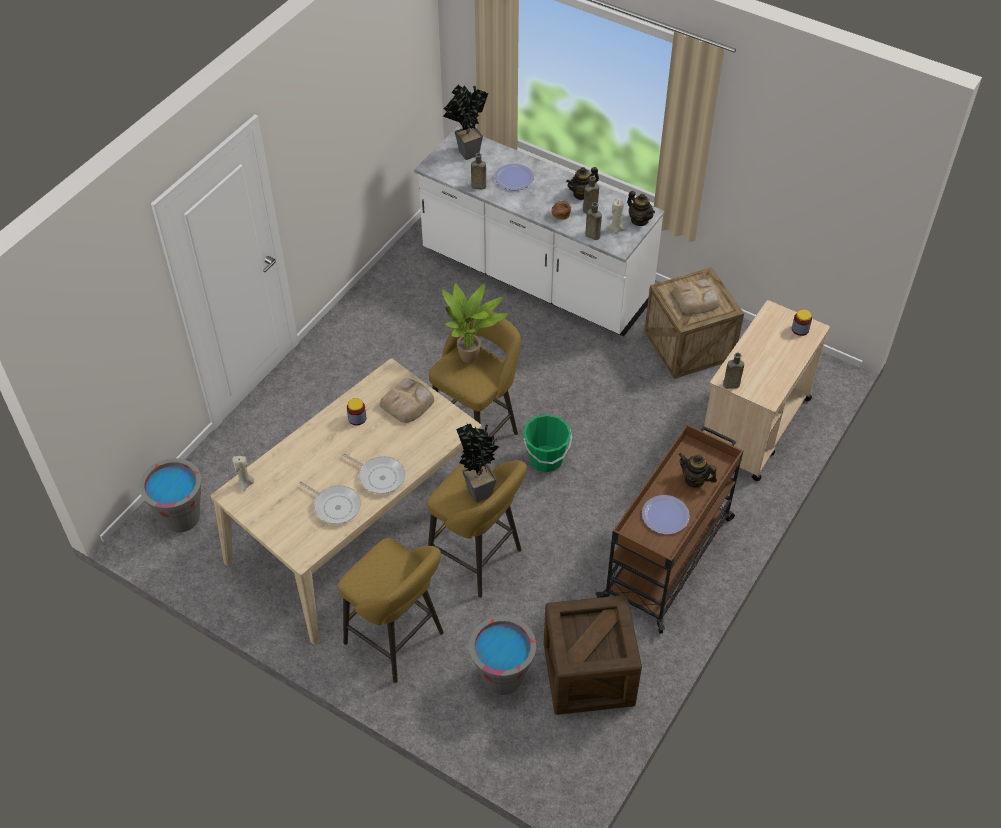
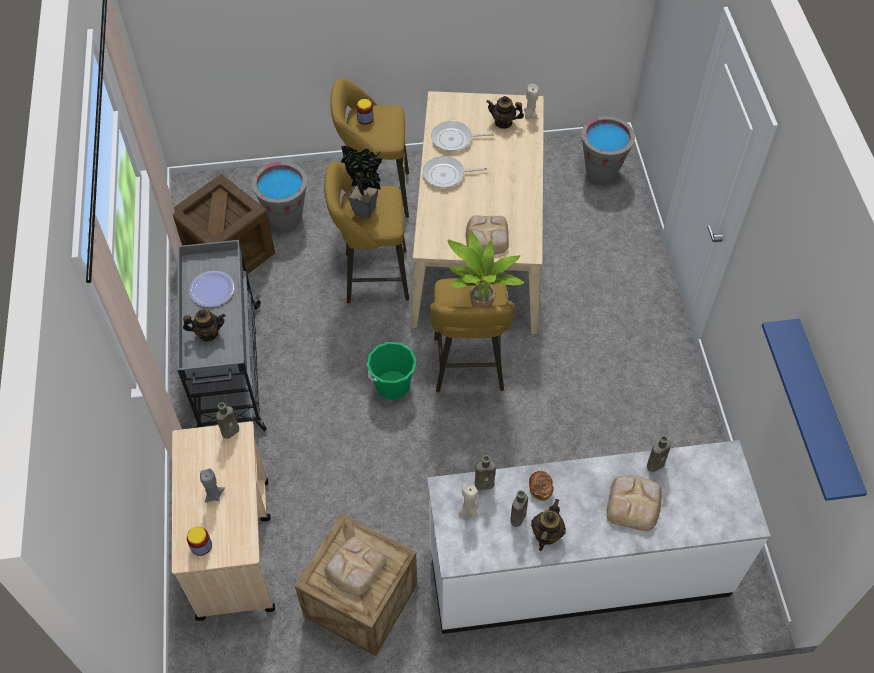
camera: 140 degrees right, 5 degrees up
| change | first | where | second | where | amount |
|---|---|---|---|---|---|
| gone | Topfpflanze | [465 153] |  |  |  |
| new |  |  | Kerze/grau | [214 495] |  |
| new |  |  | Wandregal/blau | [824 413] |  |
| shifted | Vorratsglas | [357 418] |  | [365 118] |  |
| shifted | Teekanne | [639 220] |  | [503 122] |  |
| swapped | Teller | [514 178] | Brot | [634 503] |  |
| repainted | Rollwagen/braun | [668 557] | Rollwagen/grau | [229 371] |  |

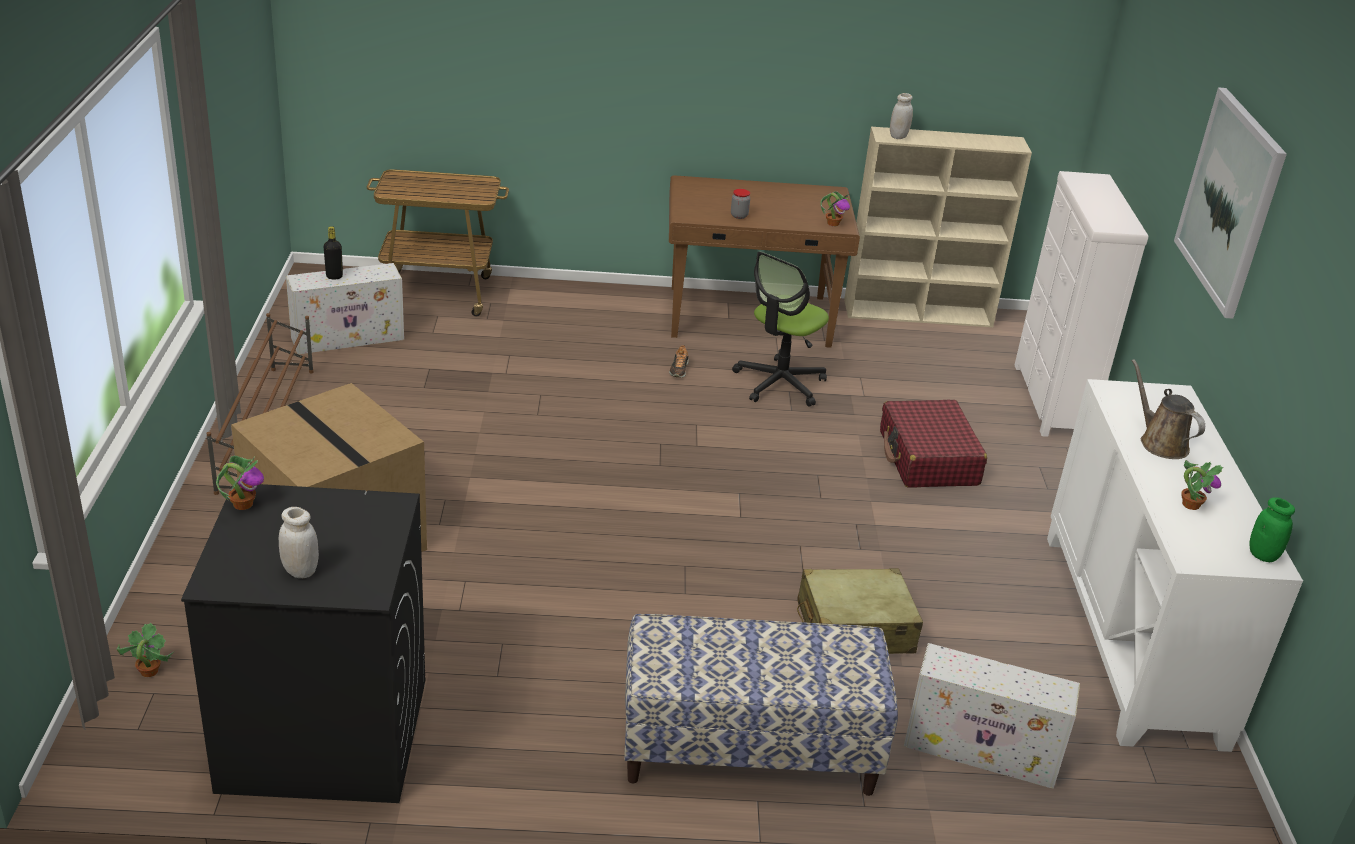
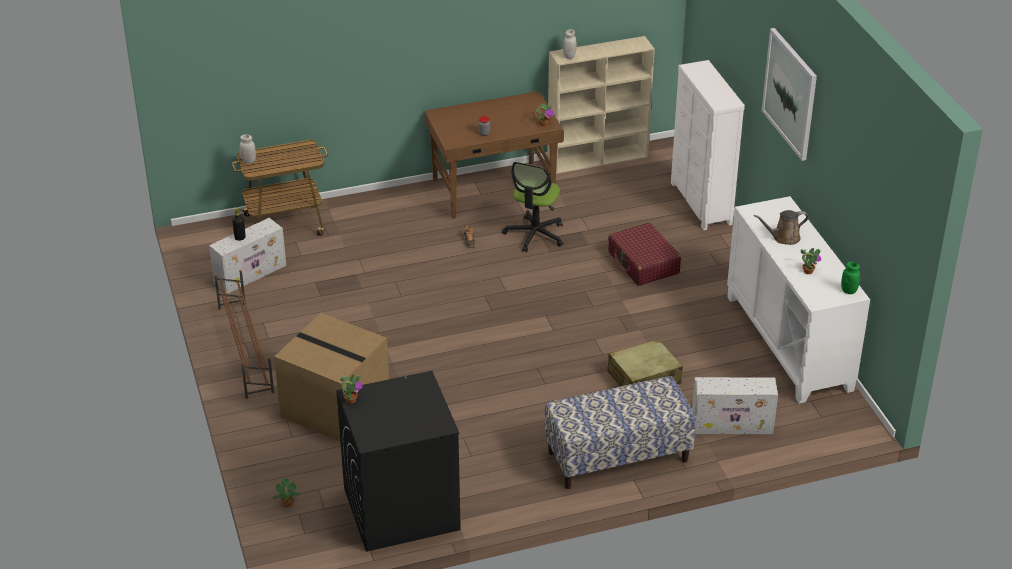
camera: 15 degrees left, 5 degrees up
| change | first | where | second | where | amount |
|---|---|---|---|---|---|
| shifted | Vorratsglas/weiß | [300 571] |  | [248 161] |  |
| rotated | Gießkanne/braun | [1160 442] |  | [783 238] | 60 degrees counterclockwise |

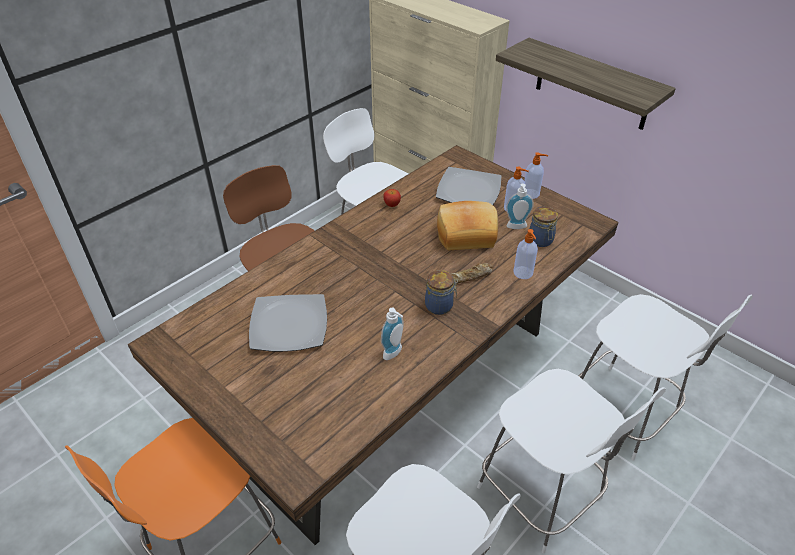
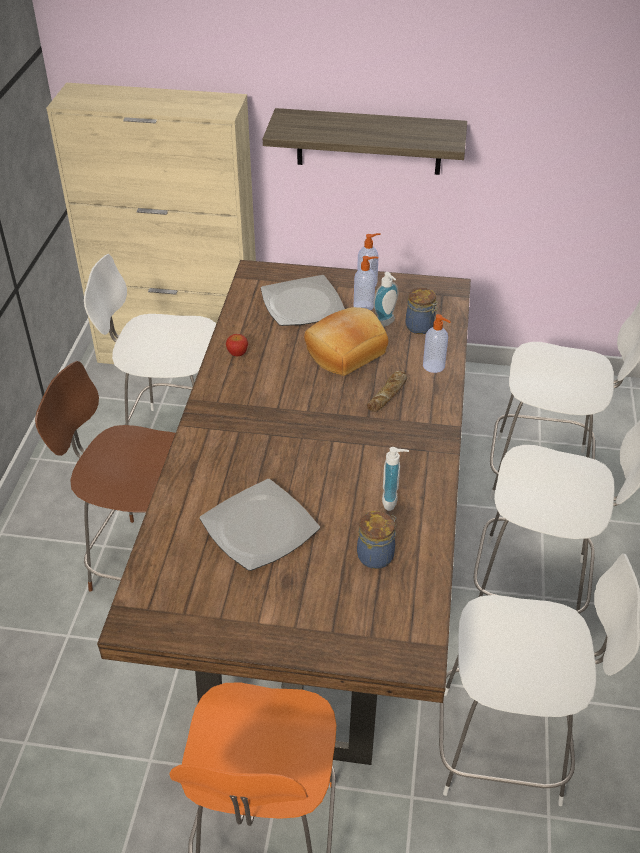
camera: 35 degrees left, 0 degrees up
| change | first | where | second | where | amount |
|---|---|---|---|---|---|
| shifted | Vorratsglas | [440 306] |  | [377 555] |  |

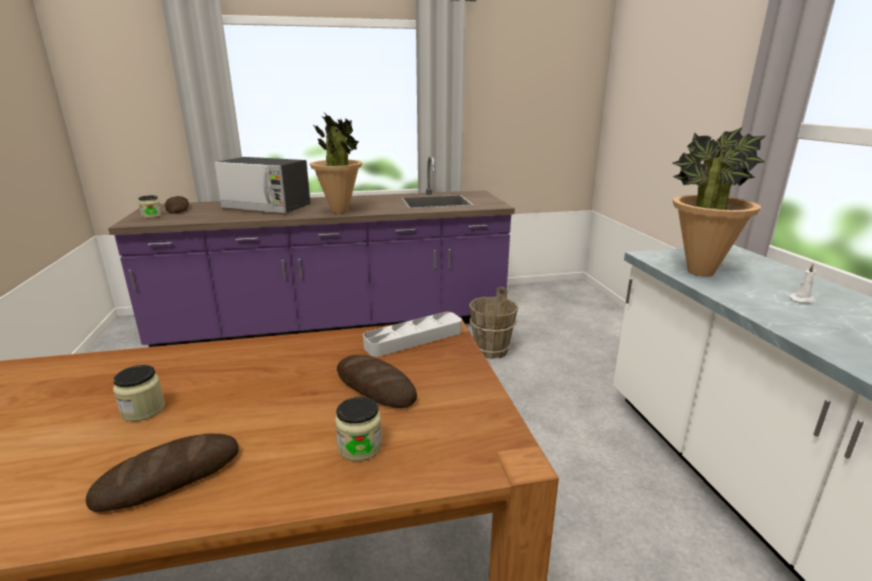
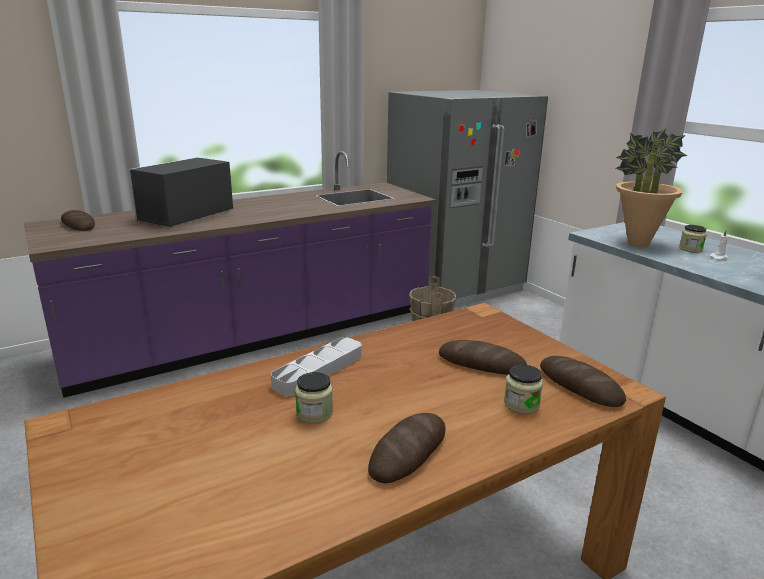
camera: 20 degrees left, 0 degrees up
| change | first | where | second | where | amount |
|---|---|---|---|---|---|
| gone | Topfpflanze | [340 211] |  |  |  |
| new |  |  | Kühlschrank/grau | [454 287] |  |
| new |  |  | Brot | [579 386] |  |
| shifted | Vorratsglas | [152 216] |  | [690 249] |  |
| shifted | Tablett/grau | [414 339] |  | [318 370] |  |
| rotated | Mikrowelle | [267 207] |  | [185 216] | 120 degrees clockwise |

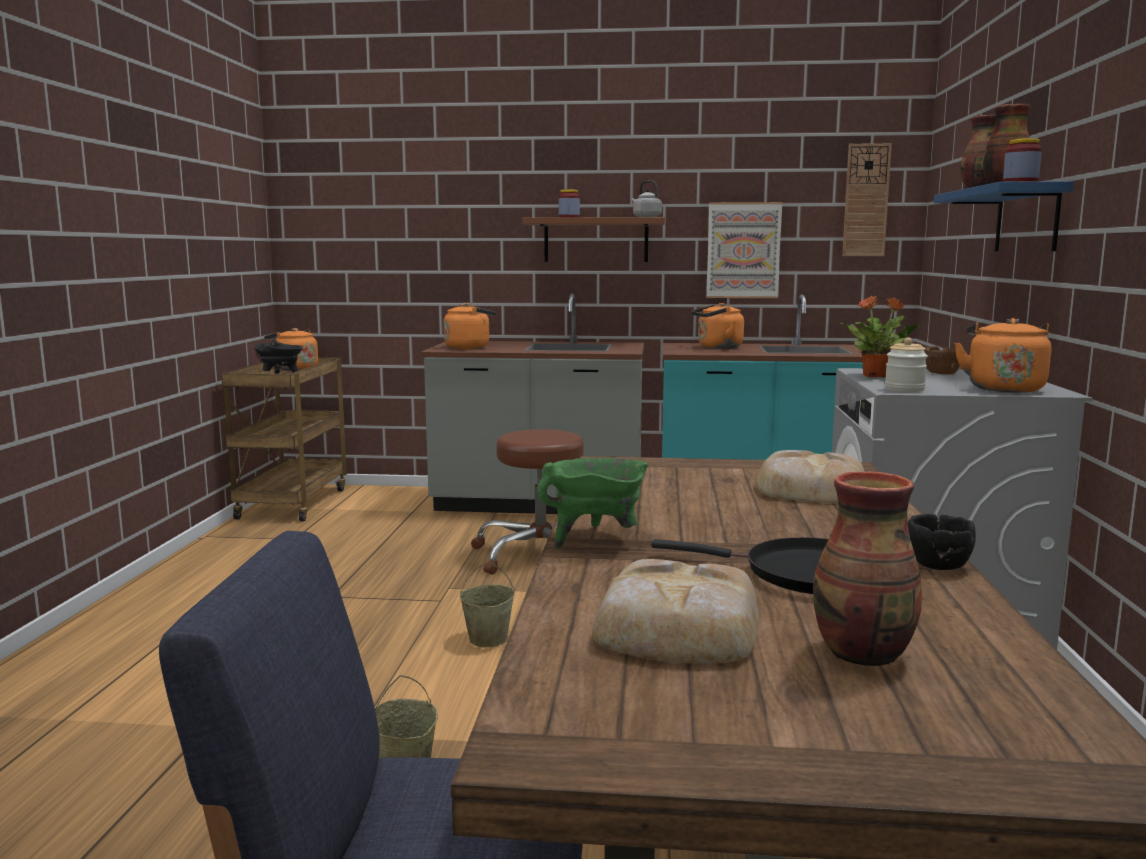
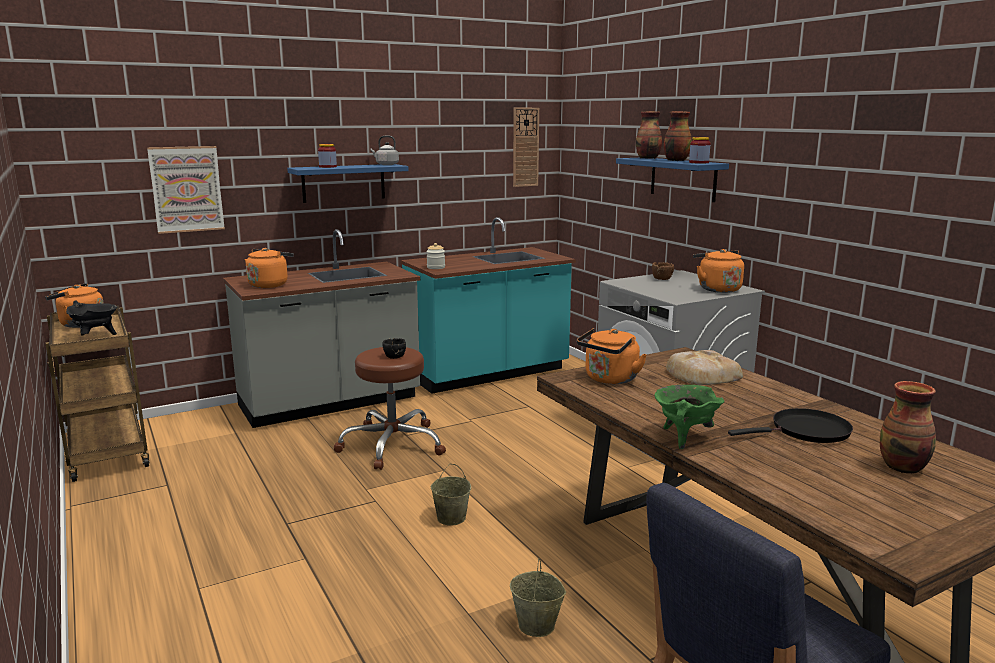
camera: 35 degrees left, 5 degrees up
| change | first | where | second | where | amount |
|---|---|---|---|---|---|
| gone | Brot | [675 628] |  |  |  |
| gone | Topfpflanze | [876 376] |  |  |  |
| shifted | Wasserkessel/orange | [717 347] |  | [609 379] |  |
| shifted | Bild | [743 250] |  | [186 189] |  |
| shifted | Vorratsglas | [904 389] |  | [436 267] |  |
| shifted | Schüssel/schwarz | [937 564] |  | [394 356] |  |
| repainted | Wandregal/braun | [596 240] | Wandregal/blau | [343 183] |  |

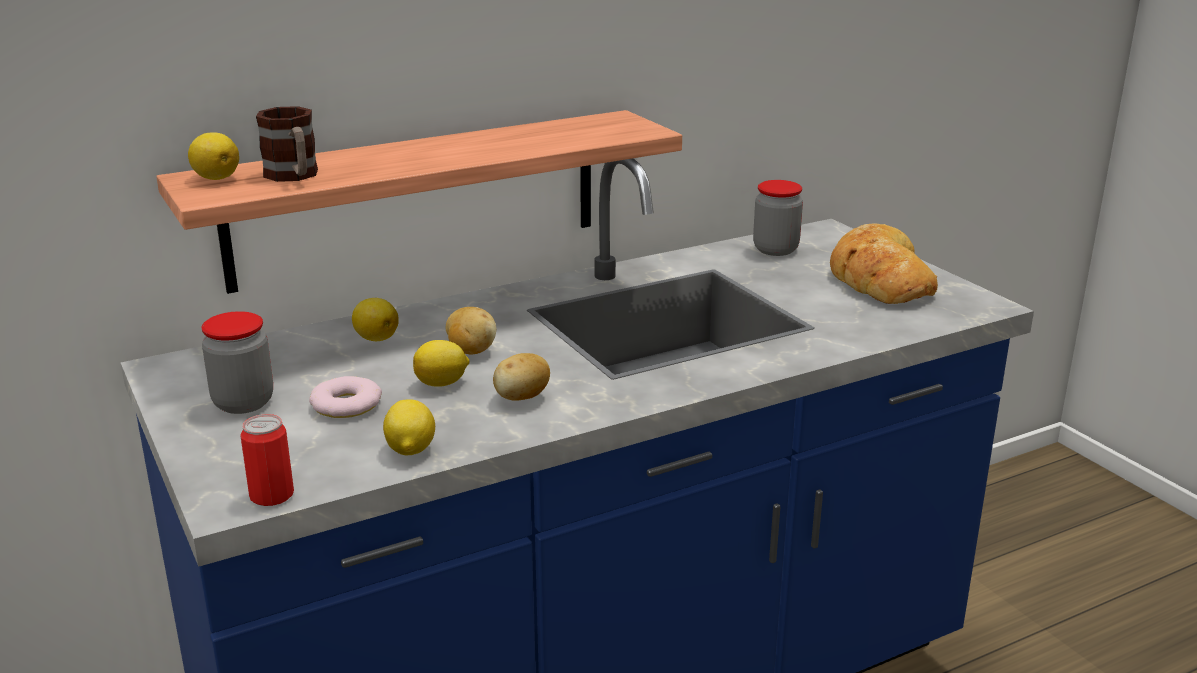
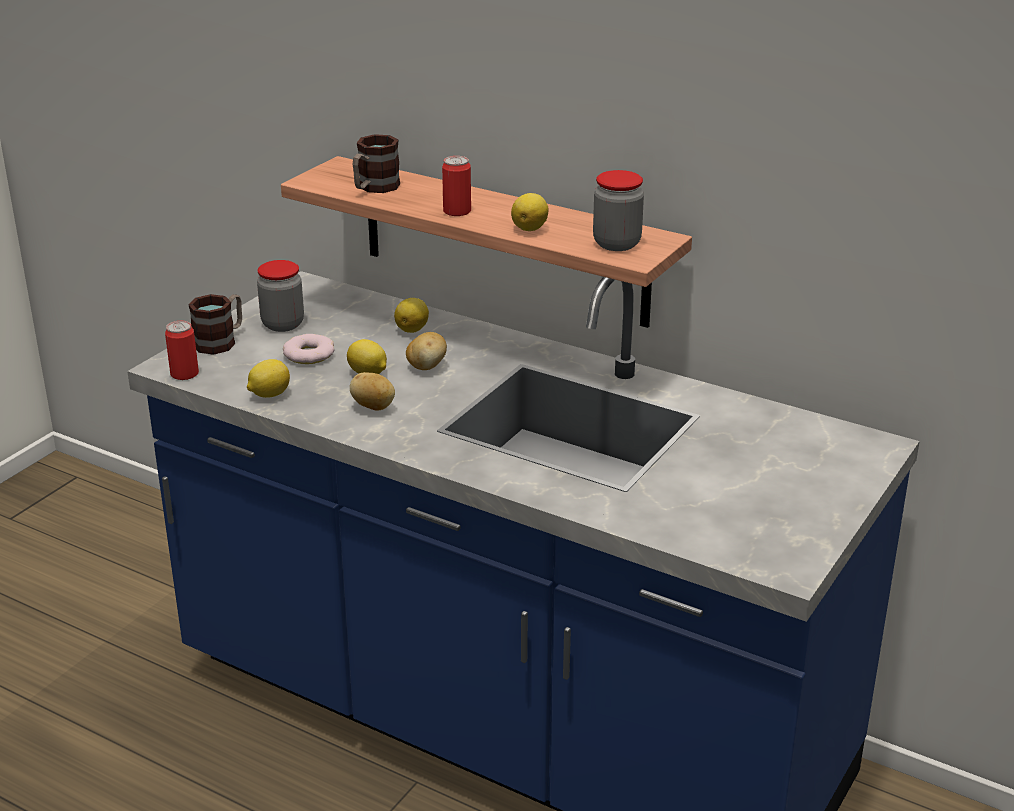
camera: 60 degrees right, 5 degrees up
| change | first | where | second | where | amount |
|---|---|---|---|---|---|
| gone | Brot | [878 278] |  |  |  |
| new |  |  | Henkelbecher | [221 341] |  |
| new |  |  | Dose | [457 211] |  |
| shifted | Zitrone | [216 178] |  | [530 228] |  |
| shifted | Vorratsglas | [775 249] |  | [616 244] |  |

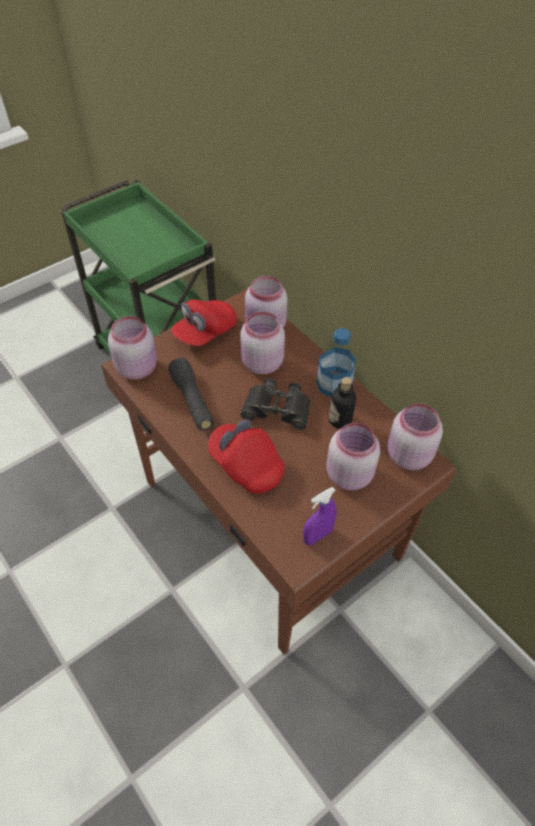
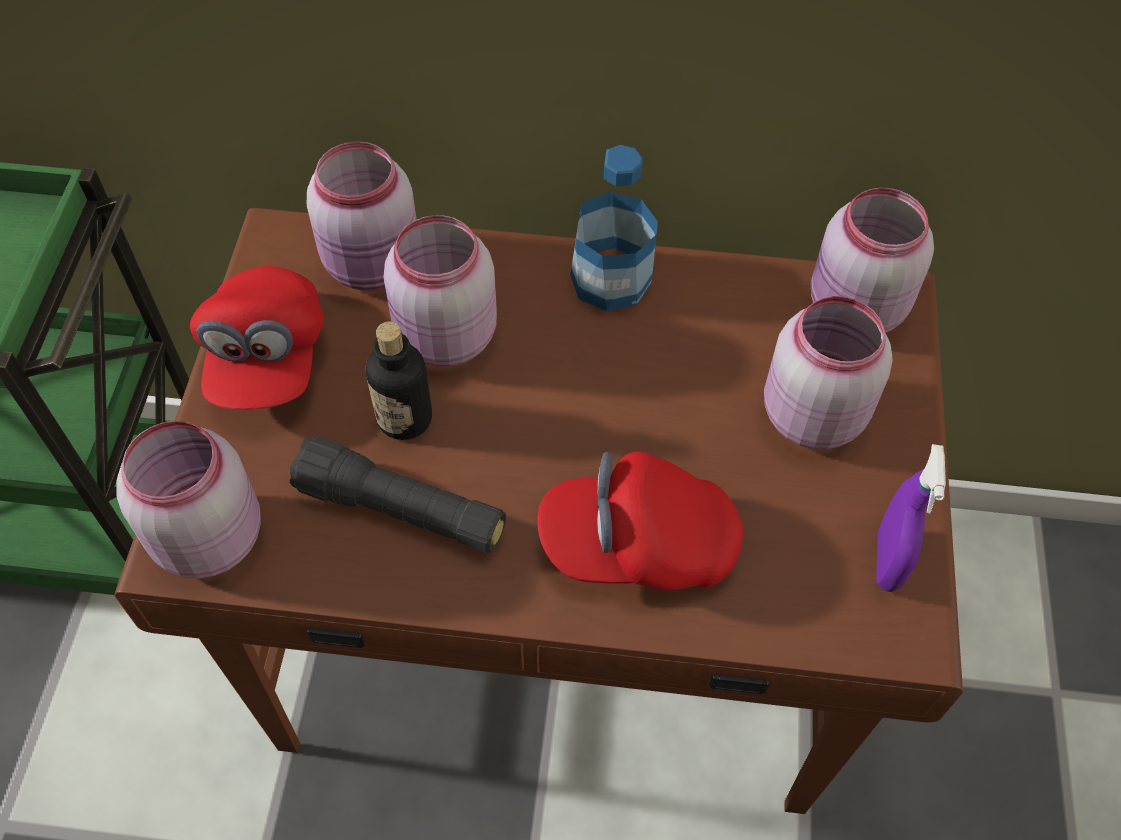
camera: 45 degrees left, 5 degrees up
| change | first | where | second | where | amount |
|---|---|---|---|---|---|
| gone | Fernglas/schwarz | [277 409] |  |  |  |
| shifted | Flasche | [340 420] |  | [404 418] |  |

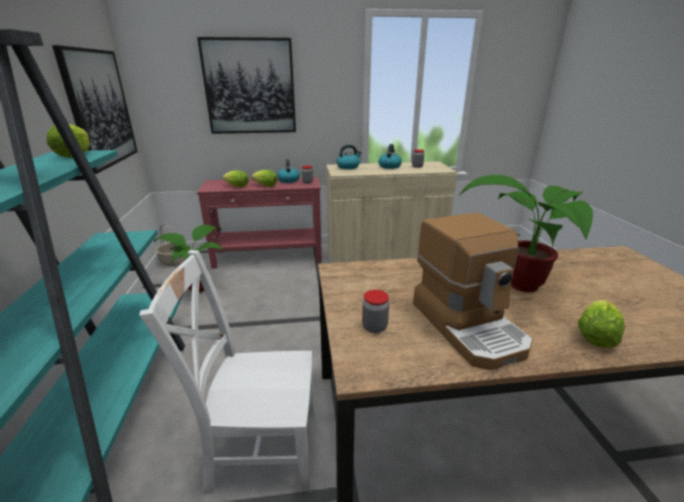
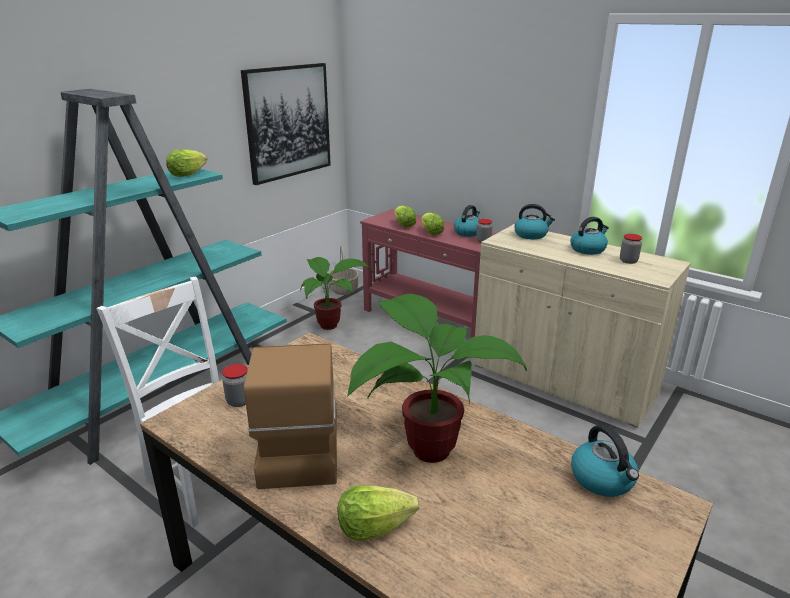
camera: 45 degrees right, 0 degrees up
| change | first | where | second | where | amount |
|---|---|---|---|---|---|
| gone | Bild | [250 87] |  |  |  |
| new |  |  | Wasserkessel | [603 479] |  |
| rotated | Kaffeemaschine | [469 326] |  | [298 444] | 150 degrees clockwise |

